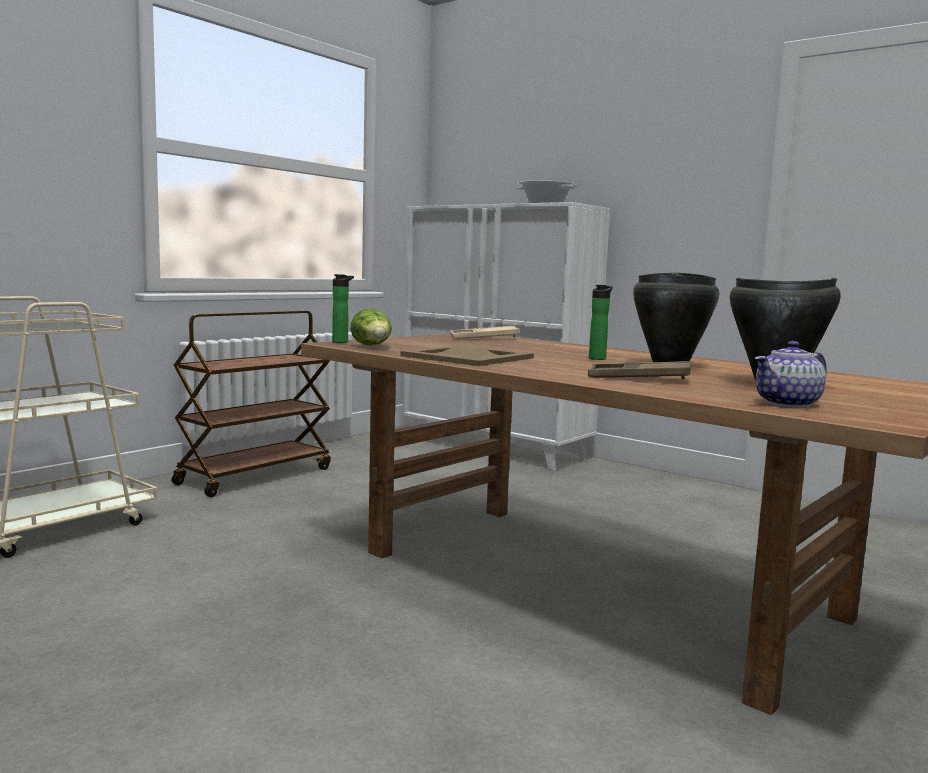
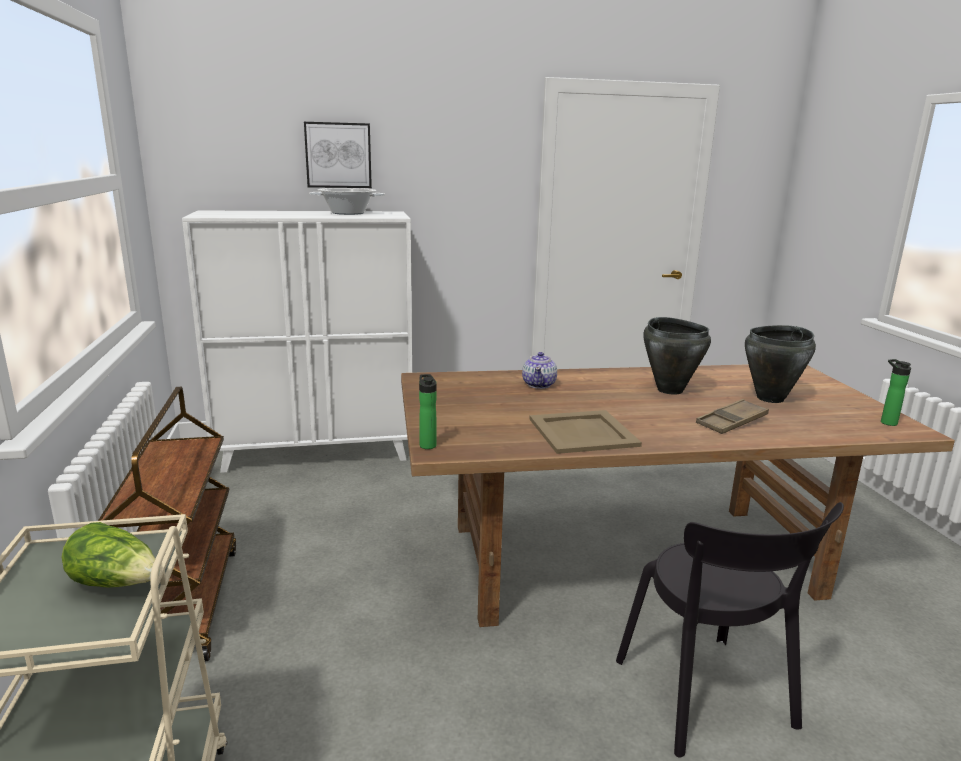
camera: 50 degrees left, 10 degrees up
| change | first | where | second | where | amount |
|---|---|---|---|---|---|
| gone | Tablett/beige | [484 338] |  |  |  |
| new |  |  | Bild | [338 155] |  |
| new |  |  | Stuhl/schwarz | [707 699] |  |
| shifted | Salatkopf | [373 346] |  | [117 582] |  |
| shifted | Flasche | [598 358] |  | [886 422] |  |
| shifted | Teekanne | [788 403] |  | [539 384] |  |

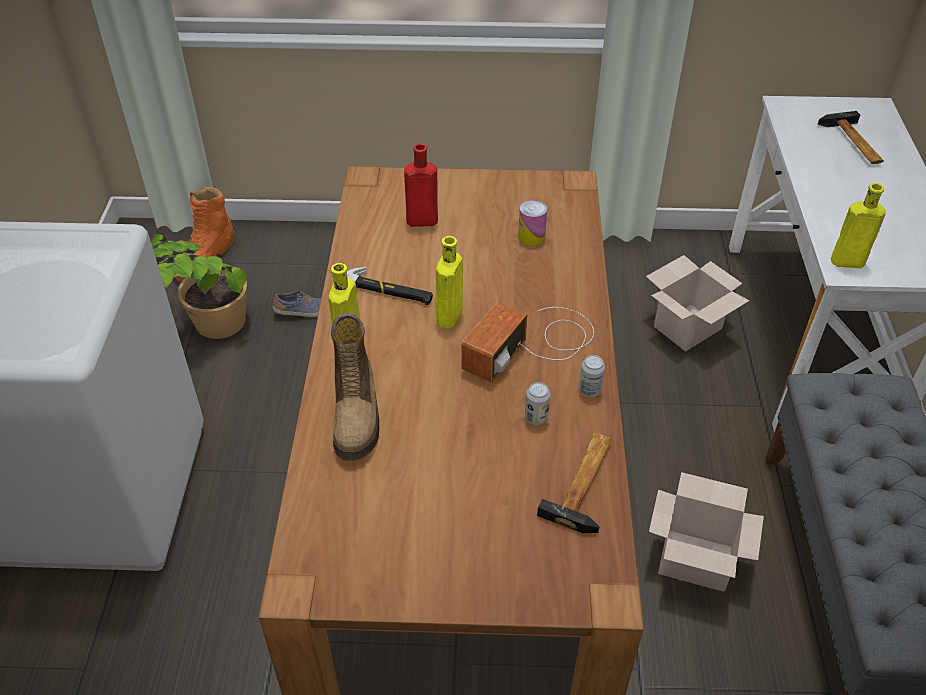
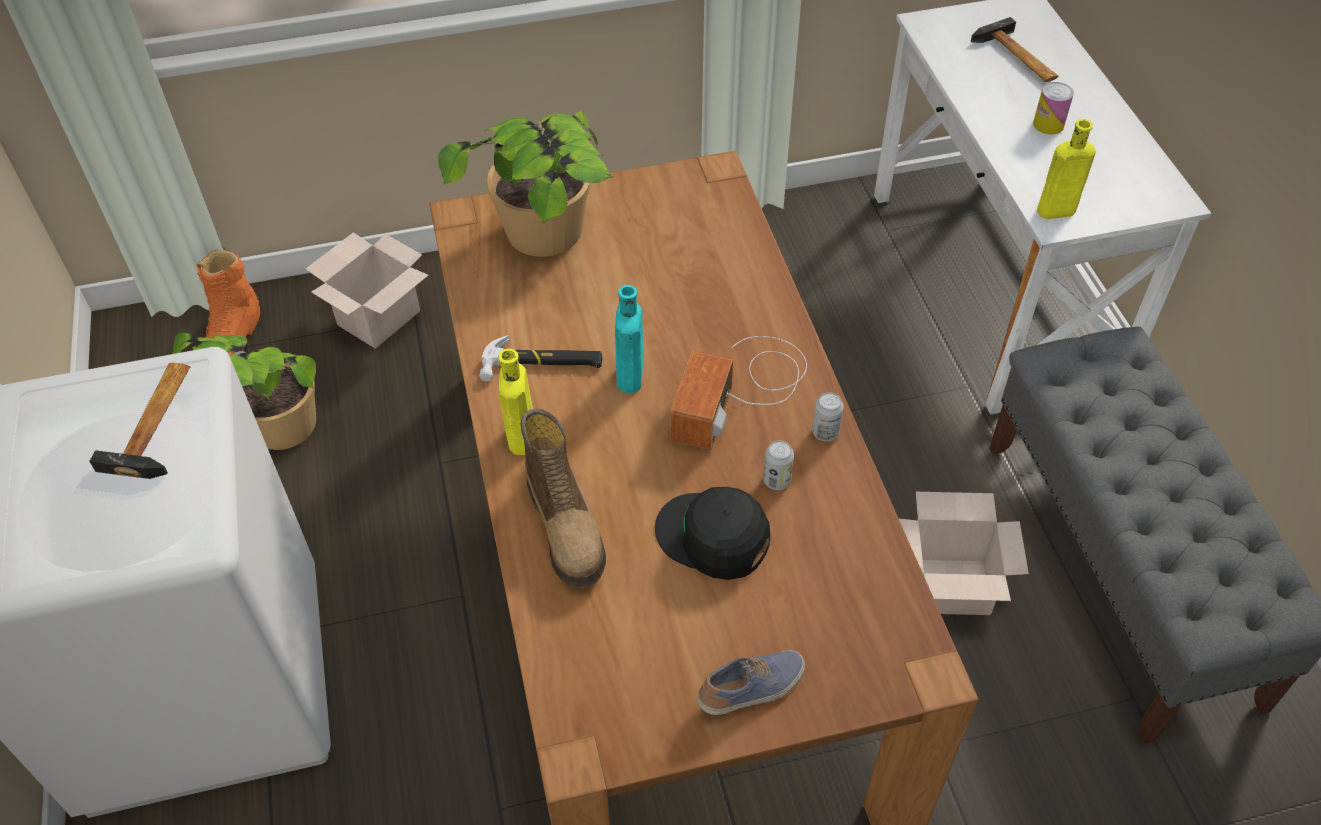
camera: 15 degrees left, 5 degrees up
| change | first | where | second | where | amount |
|---|---|---|---|---|---|
| new |  |  | Kappe/schwarz | [713 537] |  |
| shifted | Schuh | [304 312] |  | [752 690] |  |
| shifted | Dose | [531 236] |  | [1048 124] |  |
| shifted | Hammer | [586 483] |  | [158 422] |  |
| shifted | Karton | [688 326] |  | [379 316] |  |
| swapped | Flasche/rot | [419 221] | Topfpflanze | [548 259] |  |
| repainted | Flasche/gelb | [448 318] | Flasche/türkis | [630 379] |  |

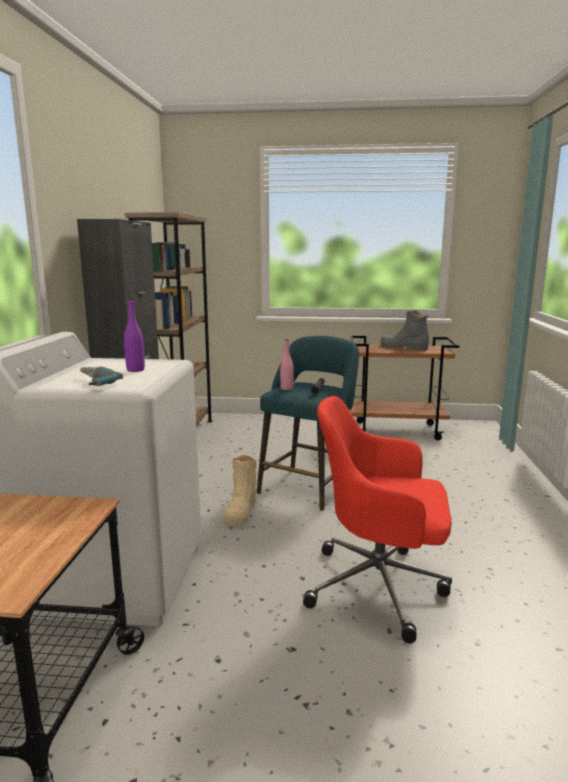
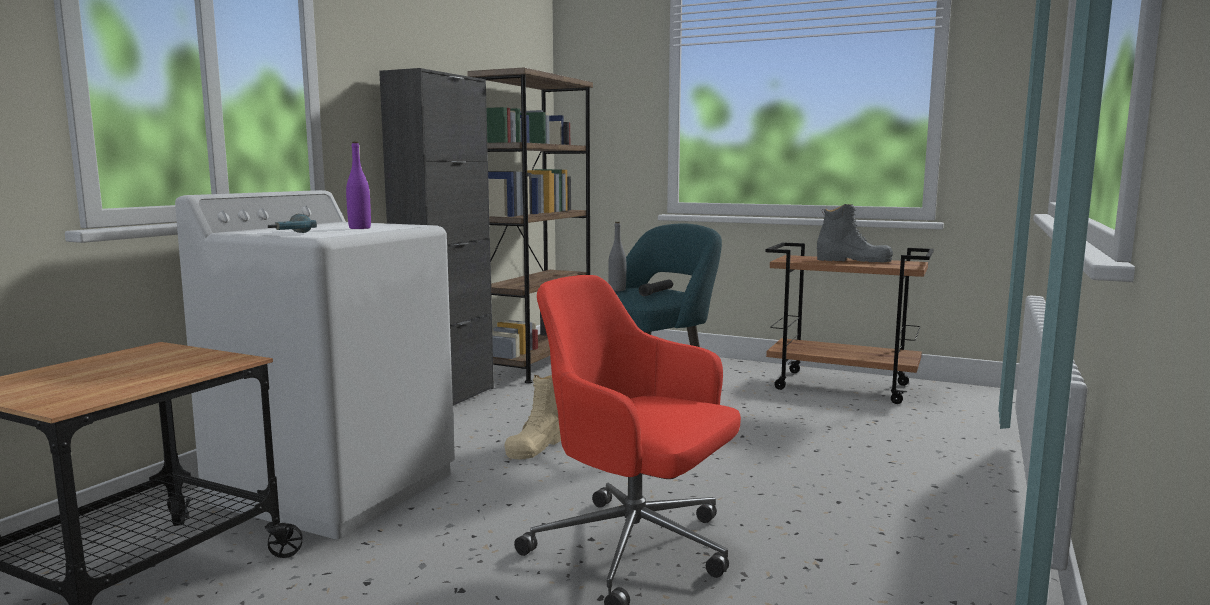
camera: 20 degrees right, 5 degrees down
| change | first | where | second | where | amount |
|---|---|---|---|---|---|
| repainted | Flasche/rosa | [286 388] | Flasche/grau | [617 290] |  |
| rotated | Stiefel/grau | [403 347] |  | [853 260] | 150 degrees clockwise |

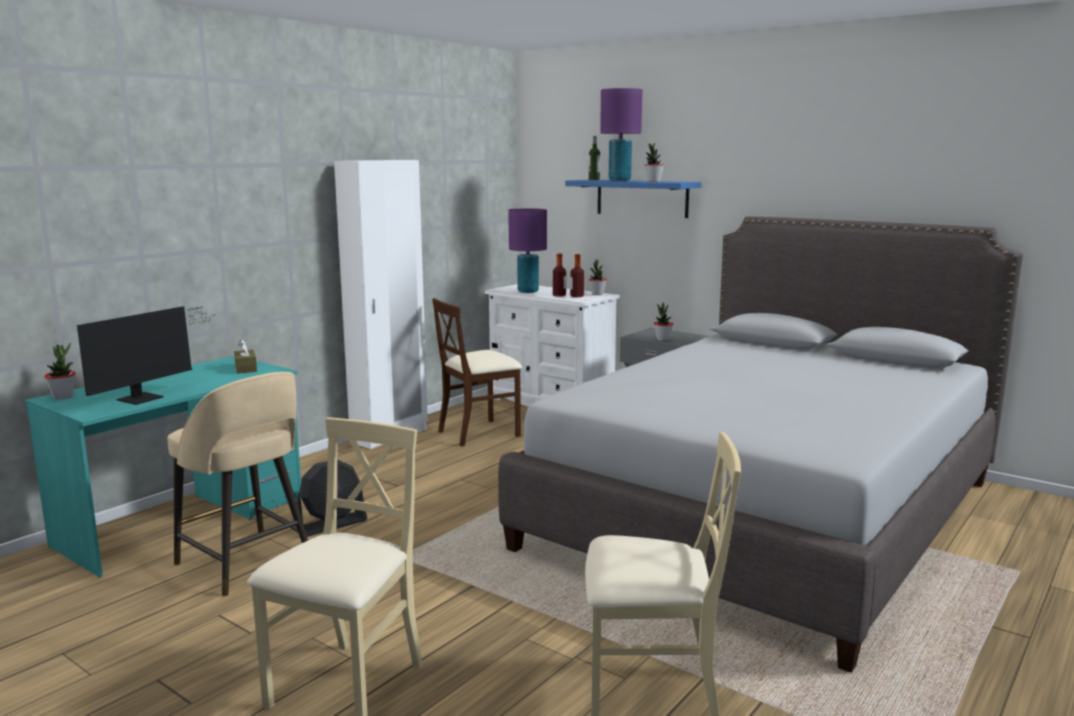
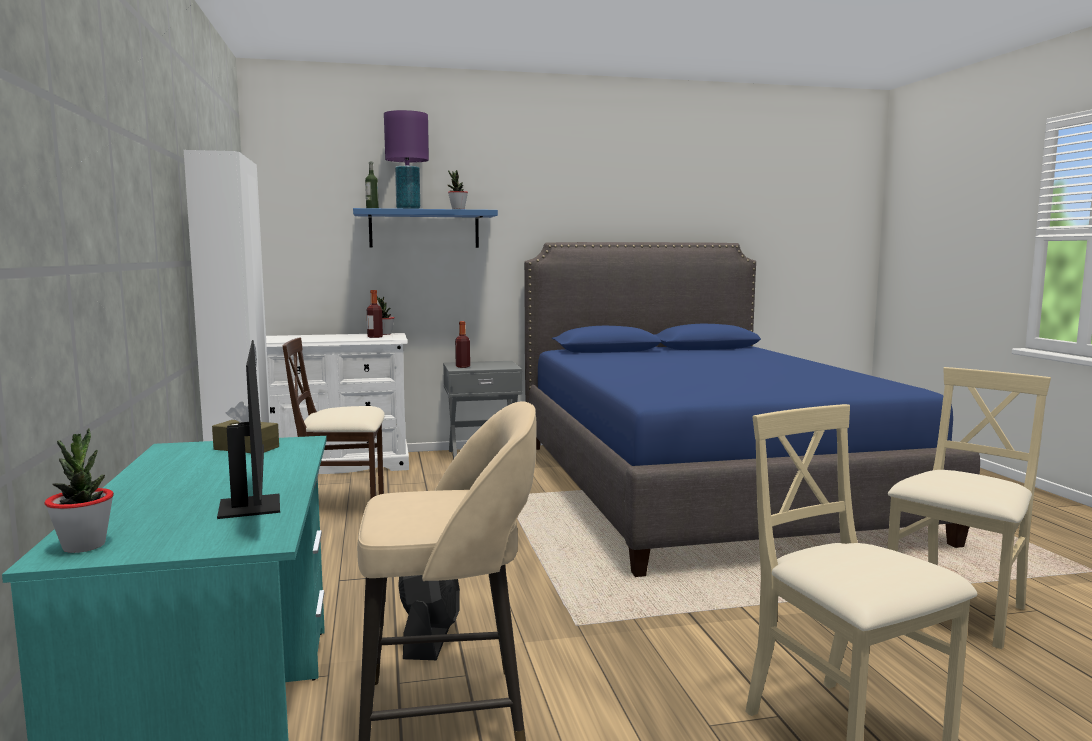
camera: 50 degrees left, 5 degrees down
| change | first | where | second | where | amount |
|---|---|---|---|---|---|
| gone | Tischlampe/lila | [527 291] |  |  |  |
| gone | Topfpflanze | [662 339] |  |  |  |
| shifted | Flasche | [559 295] |  | [463 366] |  |
| repainted | Bett/grau | [767 513] | Bett/blau | [703 487] |  |
| rotated | Stuhl/beige | [479 433] |  | [342 507] | 75 degrees clockwise |

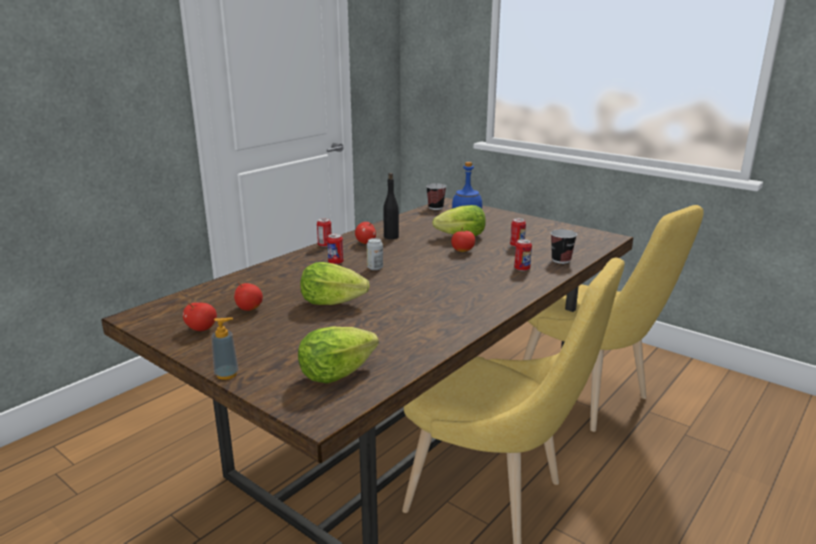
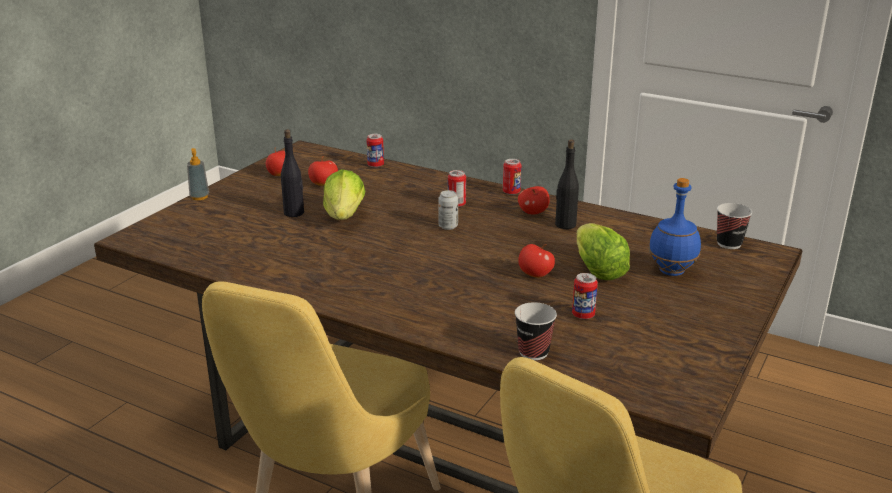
camera: 80 degrees right, 5 degrees up
| change | first | where | second | where | amount |
|---|---|---|---|---|---|
| gone | Salatkopf | [335 373] |  |  |  |
| new |  |  | Flasche/schwarz | [294 213] |  |
| shifted | Dose | [522 269] |  | [375 165] |  |

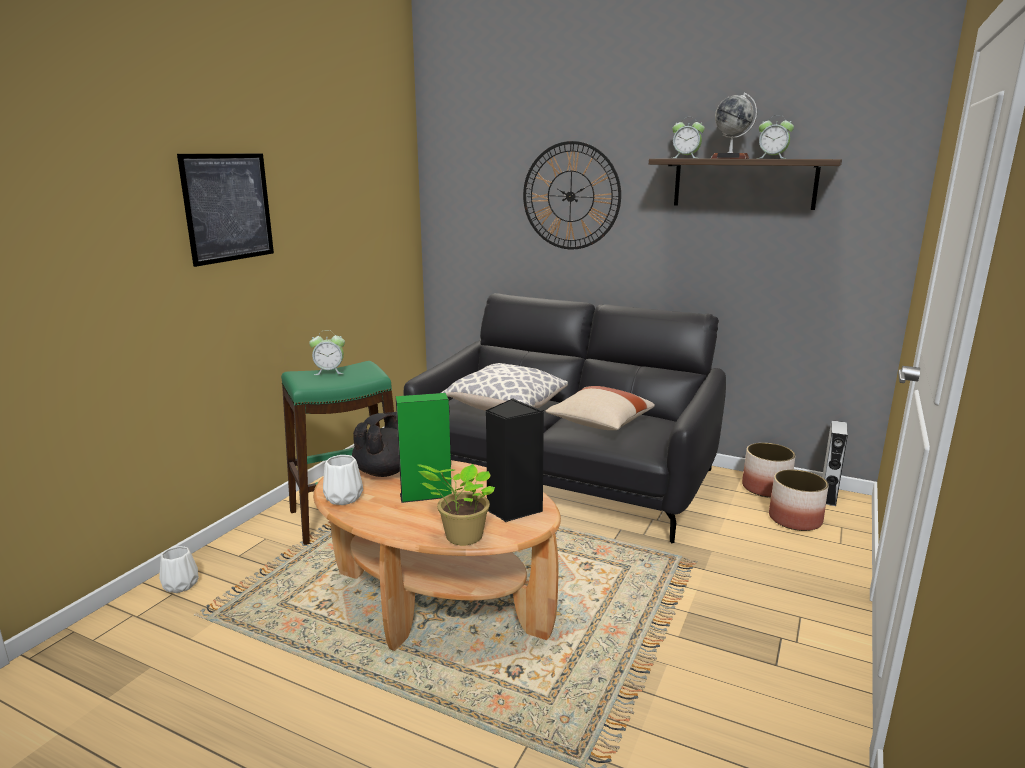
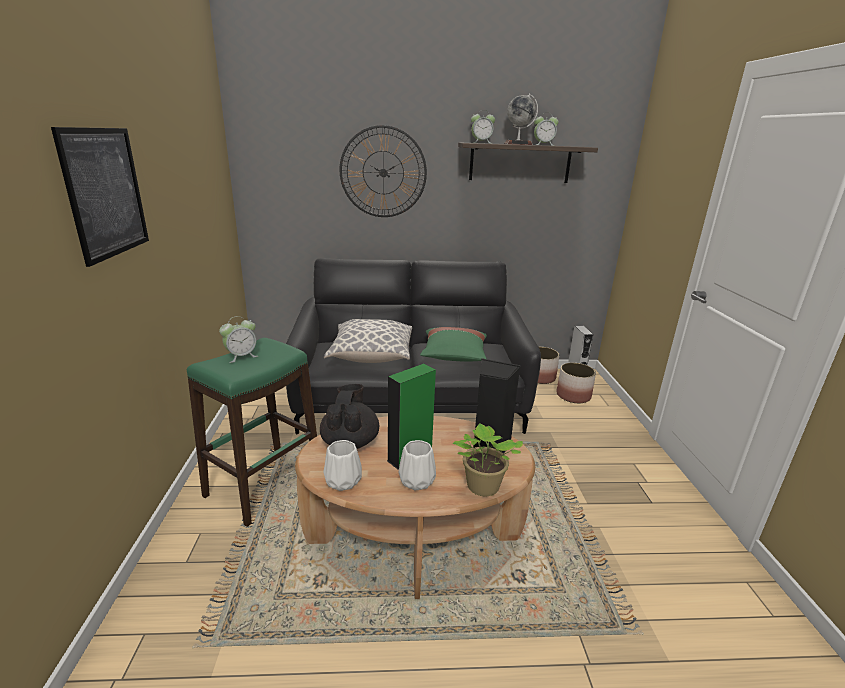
camera: 30 degrees left, 5 degrees up
| change | first | where | second | where | amount |
|---|---|---|---|---|---|
| shifted | Vase/weiß | [181 584] |  | [416 480] |  |
| repainted | Kissen/beige | [599 424] | Kissen/grün | [453 356] |  |

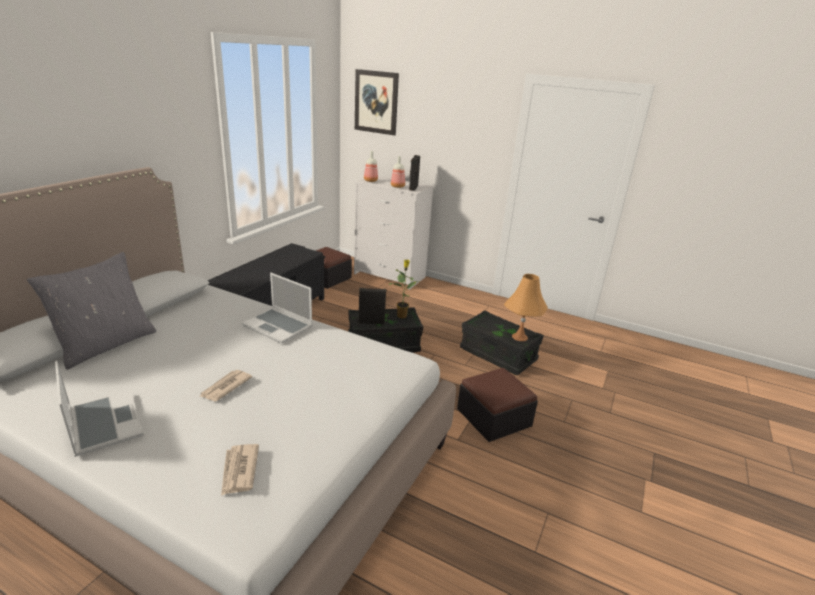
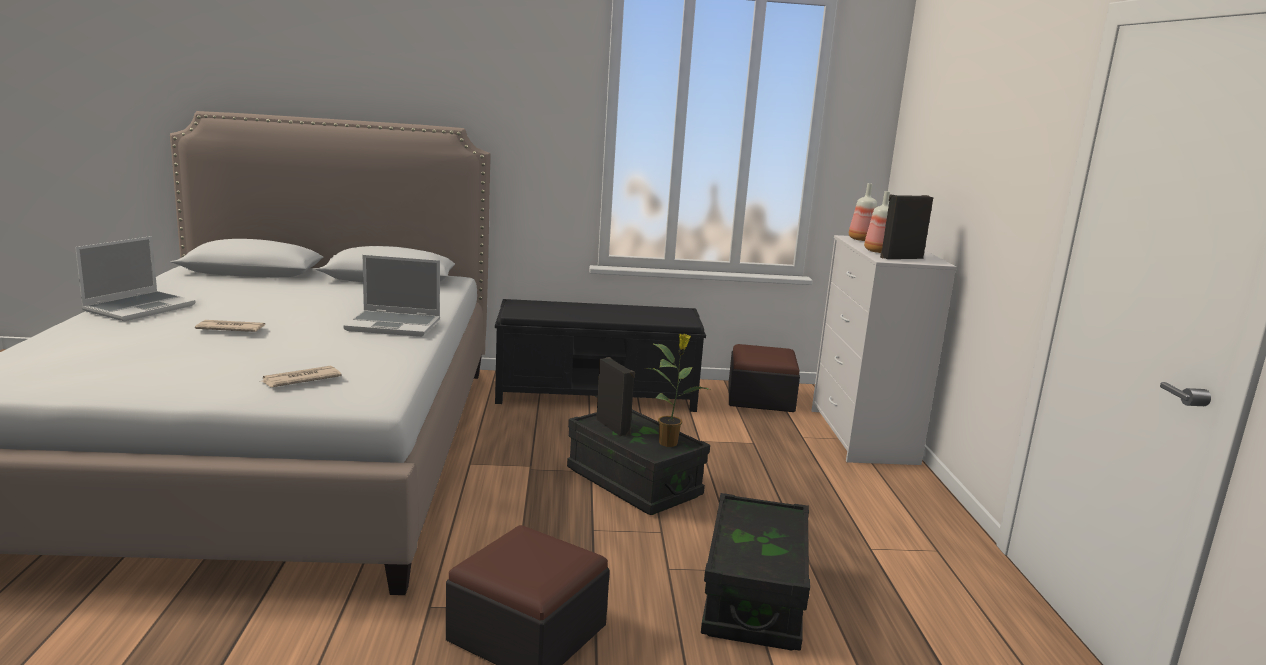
camera: 60 degrees right, 10 degrees down
| change | first | where | second | where | amount |
|---|---|---|---|---|---|
| gone | Kissen/grau | [106 344] |  |  |  |
| gone | Bild | [376 102] |  |  |  |
| gone | Tischlampe/orange | [520 337] |  |  |  |
| shifted | Zeitung | [239 470] |  | [300 380] |  |
| rotated | Laptop | [279 326] |  | [395 325] | 90 degrees counterclockwise |

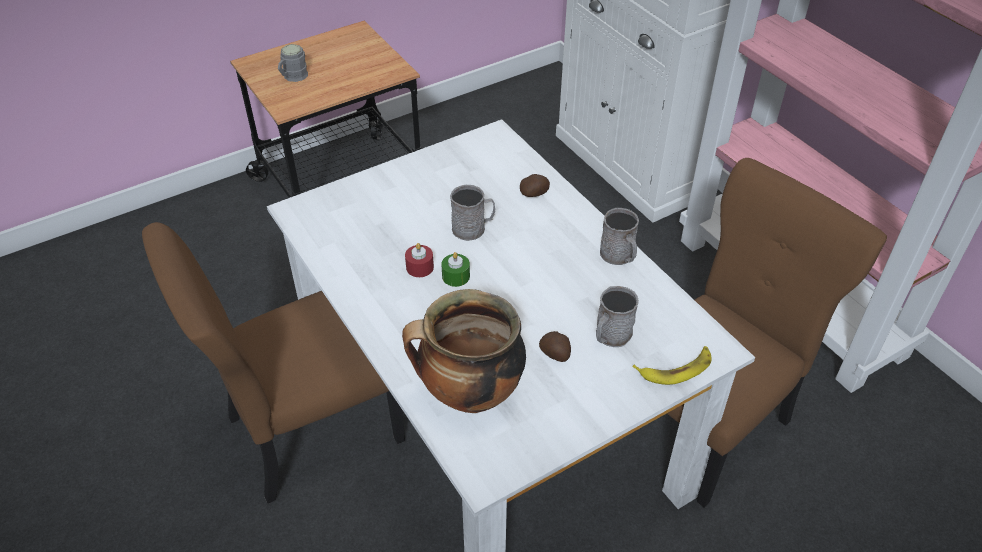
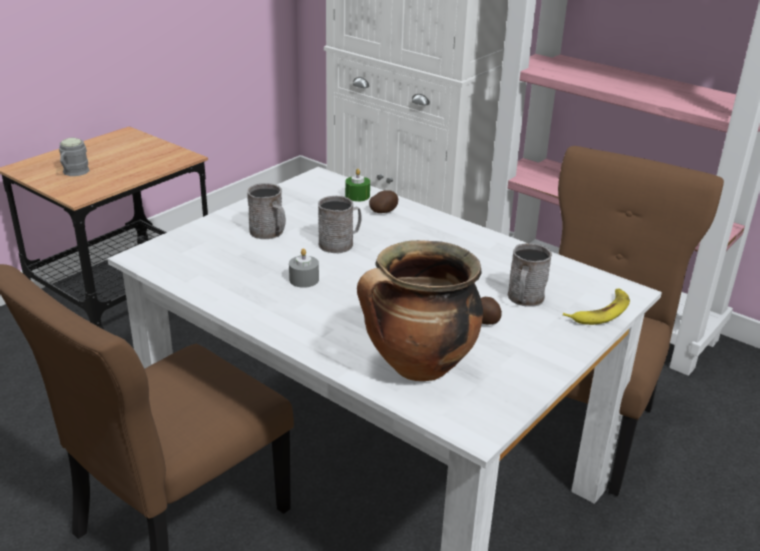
camera: 20 degrees left, 15 degrees down
| change | first | where | second | where | amount |
|---|---|---|---|---|---|
| shifted | Kerze/grün | [456 276] |  | [357 196] |  |
| shifted | Henkelbecher/grau | [619 256] |  | [269 233] |  |
| repainted | Kerze/rot | [420 267] | Kerze/grau | [304 279] |  |

